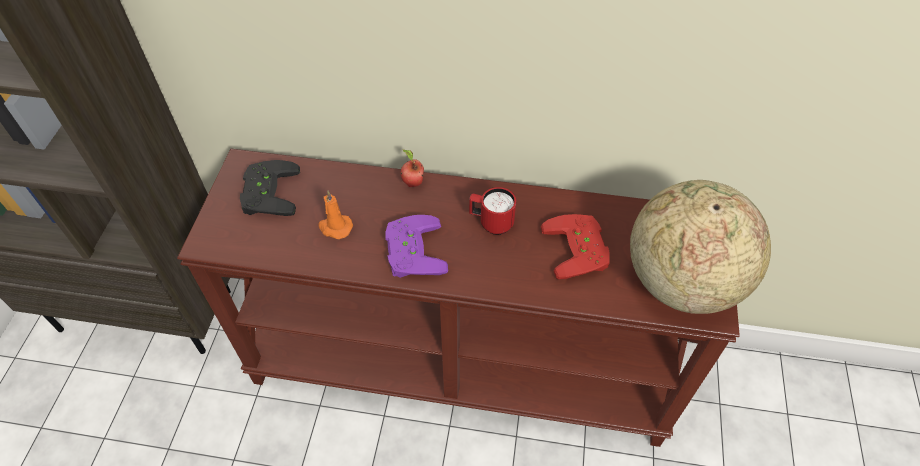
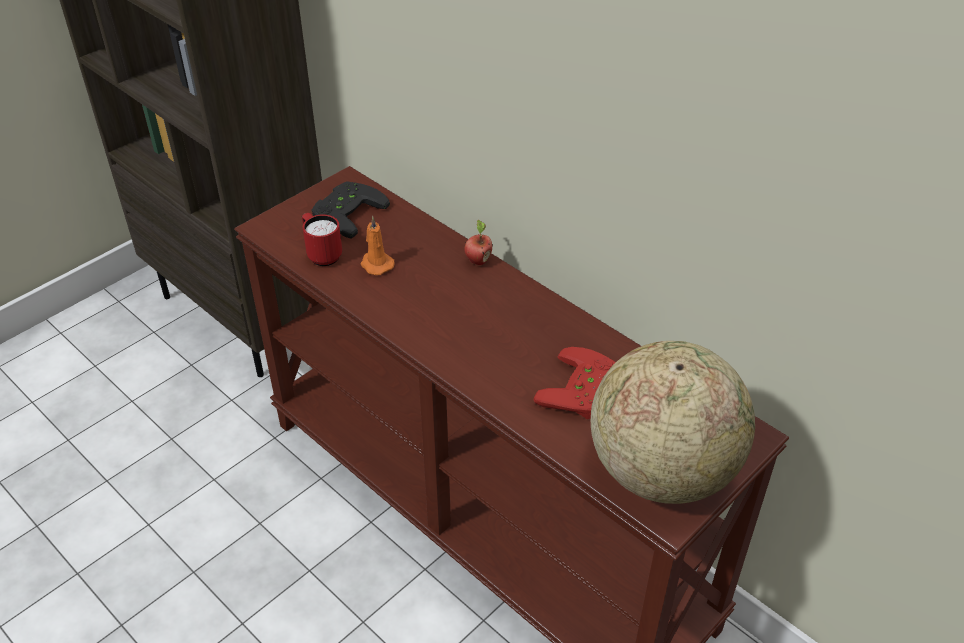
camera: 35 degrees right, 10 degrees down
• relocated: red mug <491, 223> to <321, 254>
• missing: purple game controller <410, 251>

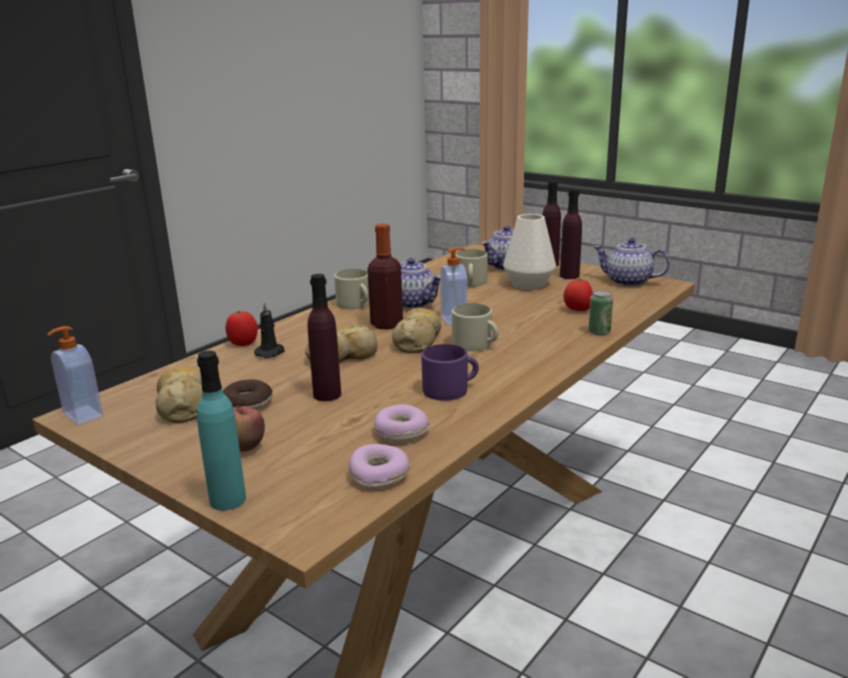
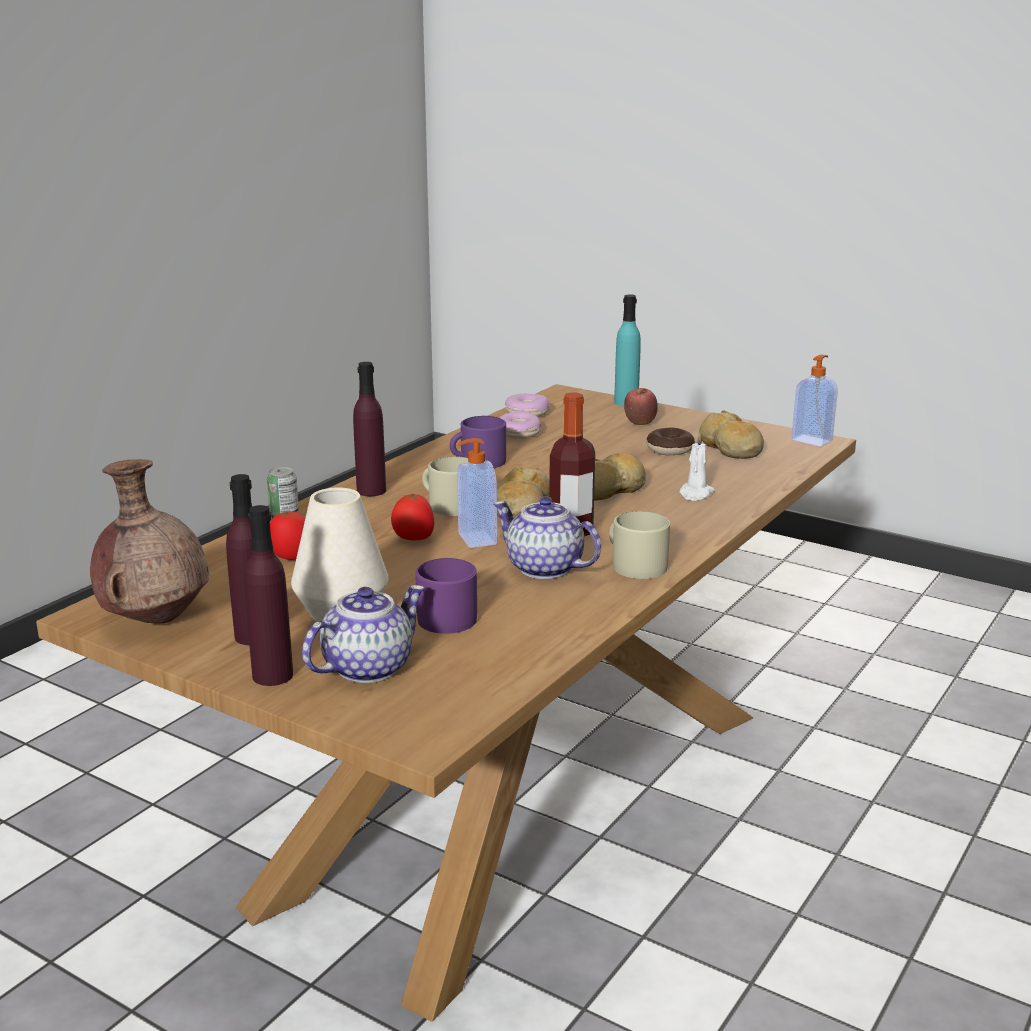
camera: 175 degrees right, 0 degrees up
• exchanged: teapot <627, 281> to brown vase <156, 620>
• colour: beige mug <471, 283> to purple mug <447, 615>
• relocated: purple bottle <327, 395> to <371, 490>
• colour: black candle <271, 352> to white candle <695, 494>
• relocated: tomato <243, 344> to <413, 539>

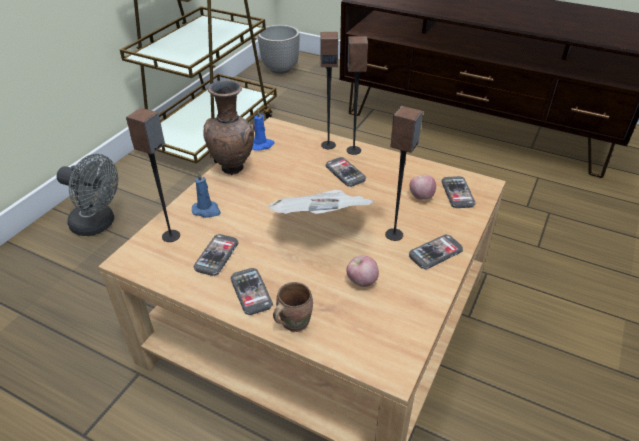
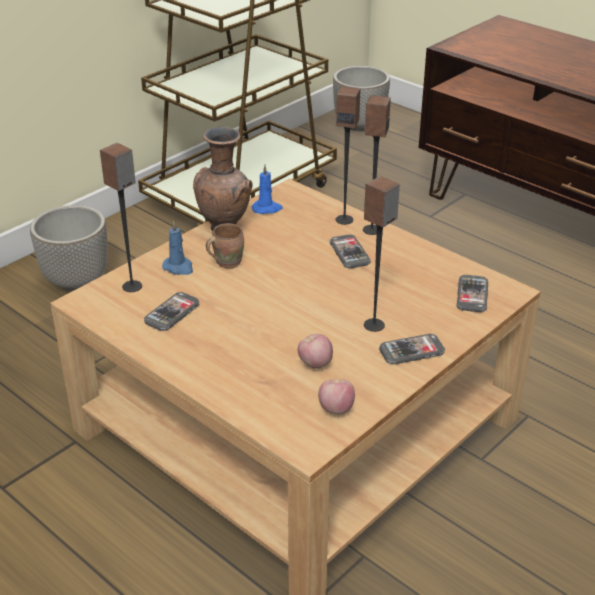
camera: 15 degrees right, 5 degrees down
• exchanged: grey fan <99, 224> to planter <77, 280>
• relocated: apple <421, 196> to <336, 409>
• missing: newspaper <322, 223>
• missing: phone <251, 292>
• relocated: brown mug <292, 321> to <226, 261>

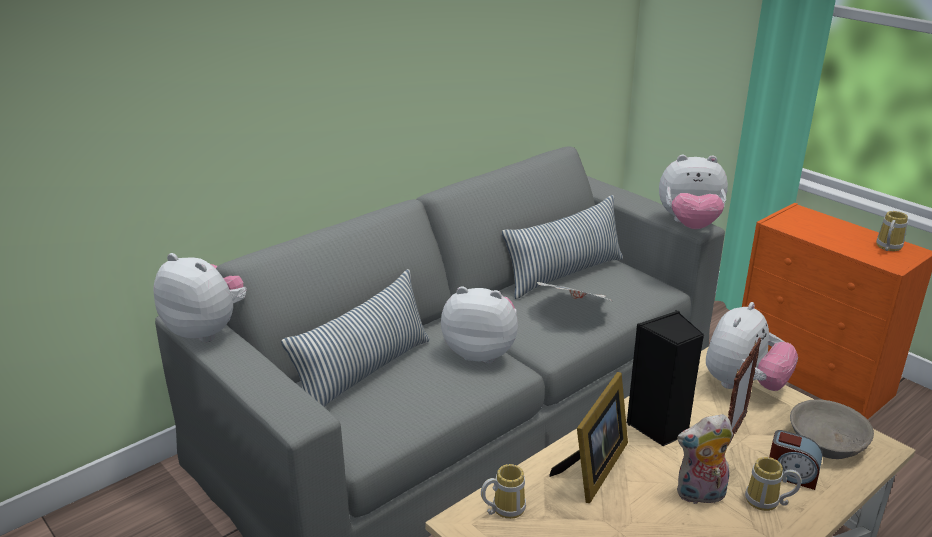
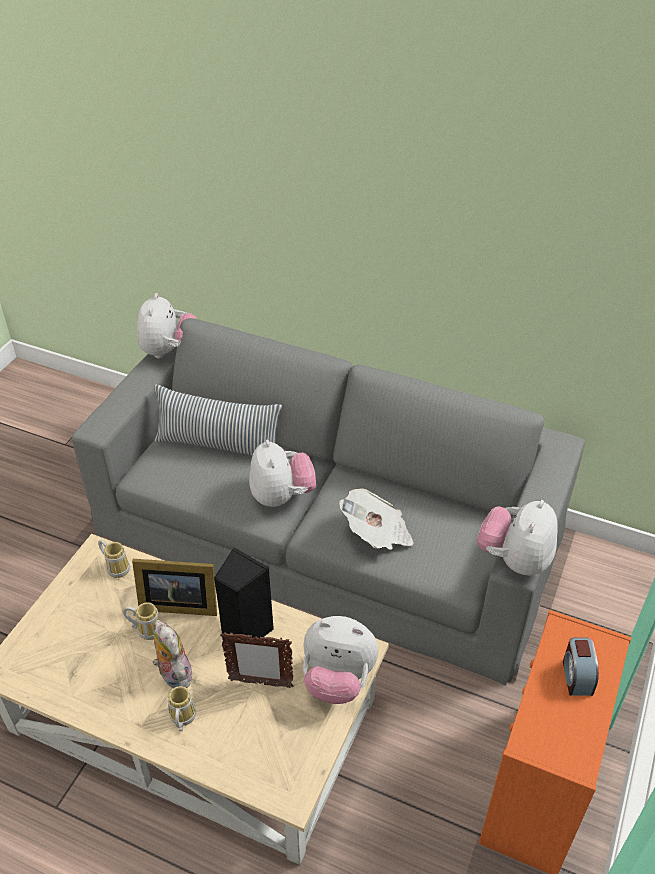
camera: 65 degrees right, 15 degrees up
• spun: plush toy <689, 225> = <514, 559> 45 degrees clockwise
• missing: pillow <564, 274>
• relocated: mug <886, 247> to <147, 628>
• missing: grey bowl <826, 442>
• relocated: alarm clock <791, 475> to <576, 676>

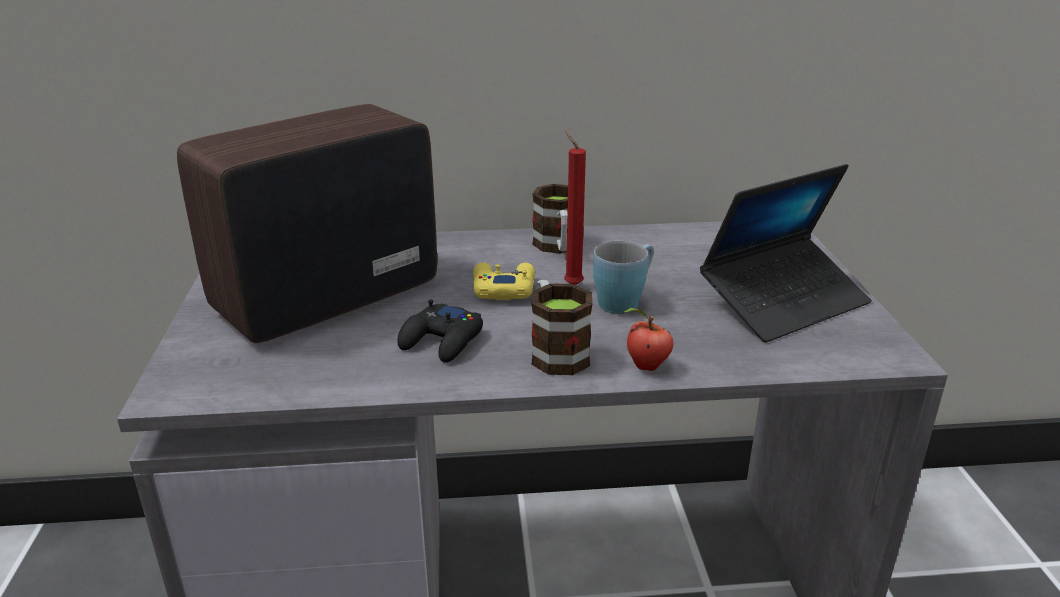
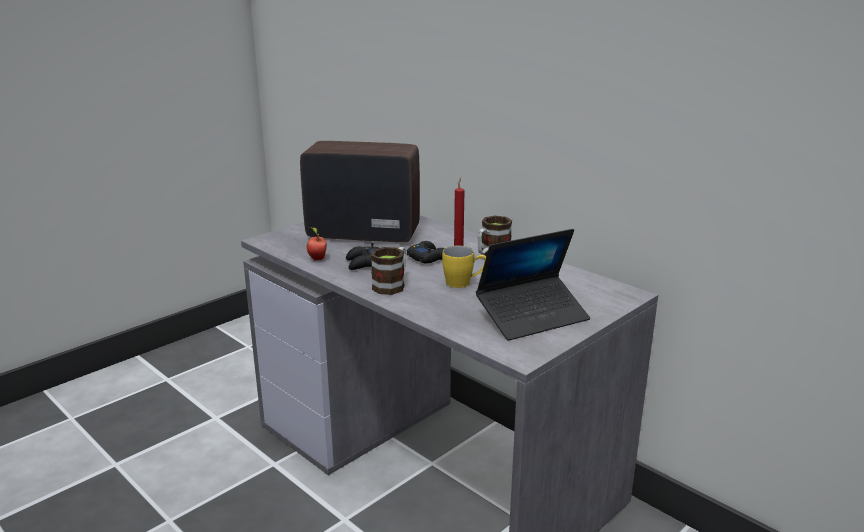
camera: 50 degrees right, 5 degrees down
• spun: laptop <784, 302> = <532, 316> 45 degrees counterclockwise
• colour: blue mug <625, 300> to yellow mug <464, 283>
• colour: yellow game controller <503, 289> to black game controller <428, 258>
• relocated: apple <645, 366> to <317, 258>

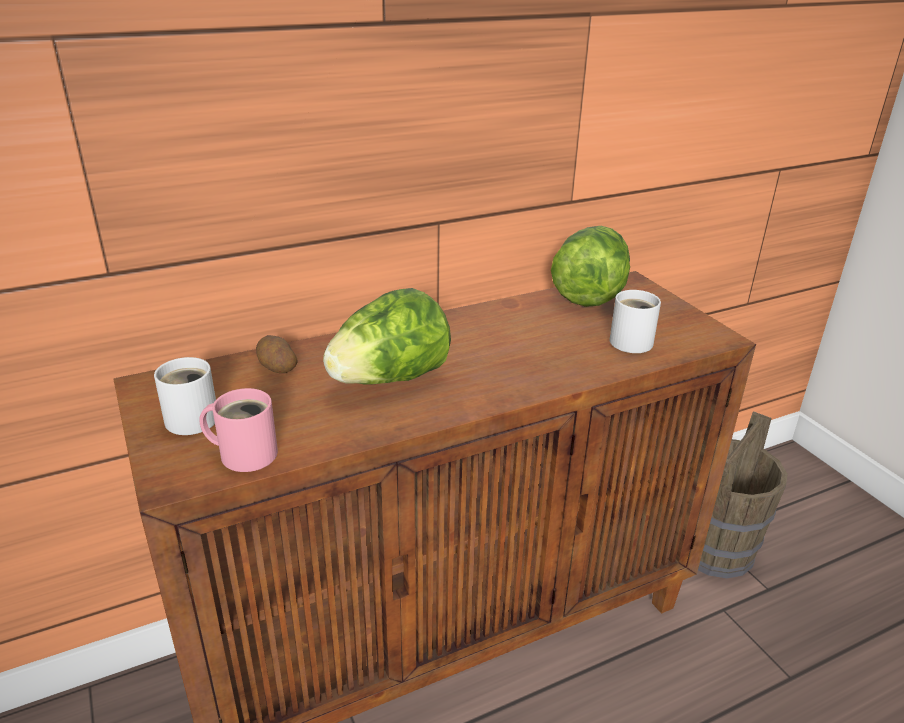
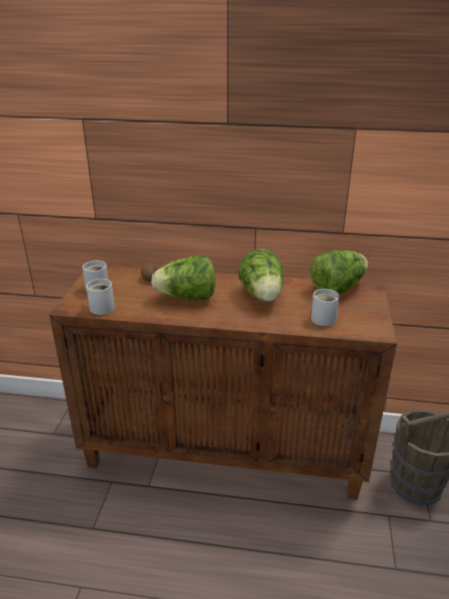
camera: 35 degrees right, 0 degrees up
• colour: pink mug <245, 452> to white mug <101, 307>
• appeared: lettuce <262, 296>

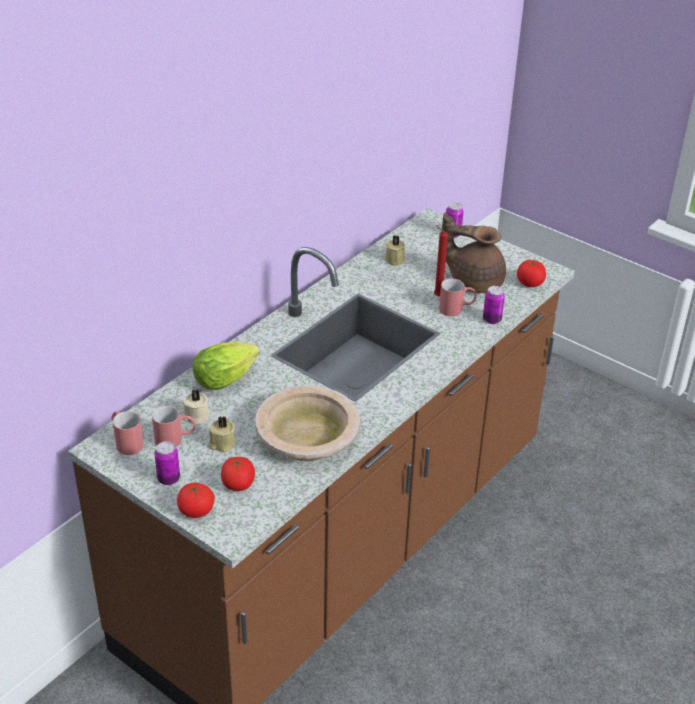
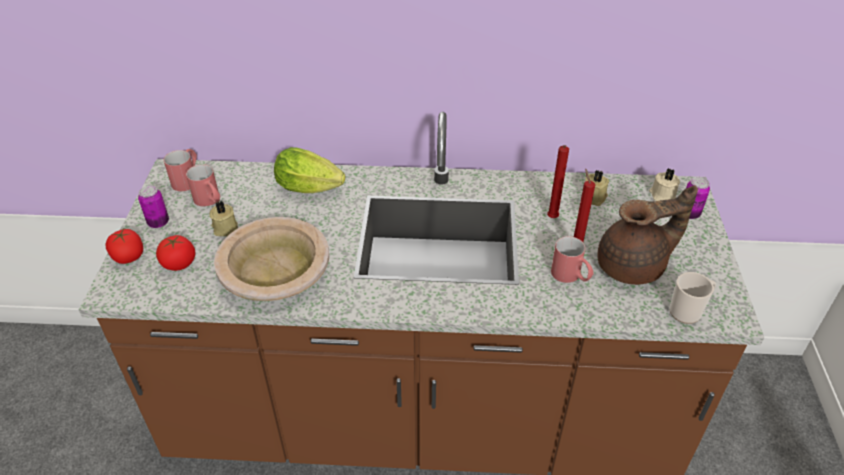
camera: 55 degrees right, 5 degrees up
• spun: brown teapot <474, 281> = <633, 266> 90 degrees clockwise
• exchanged: tomato <530, 283> to mug <688, 311>
• missing: can <492, 319>
• relocated: beige candle <195, 416> to <662, 195>
• appeared: red candle <551, 219>

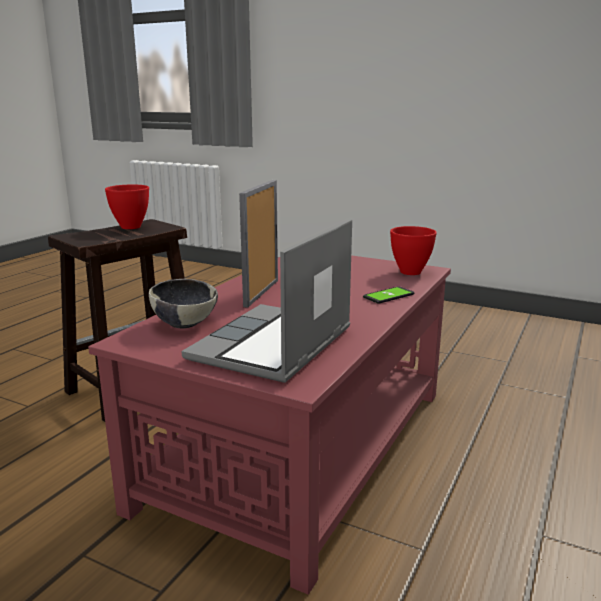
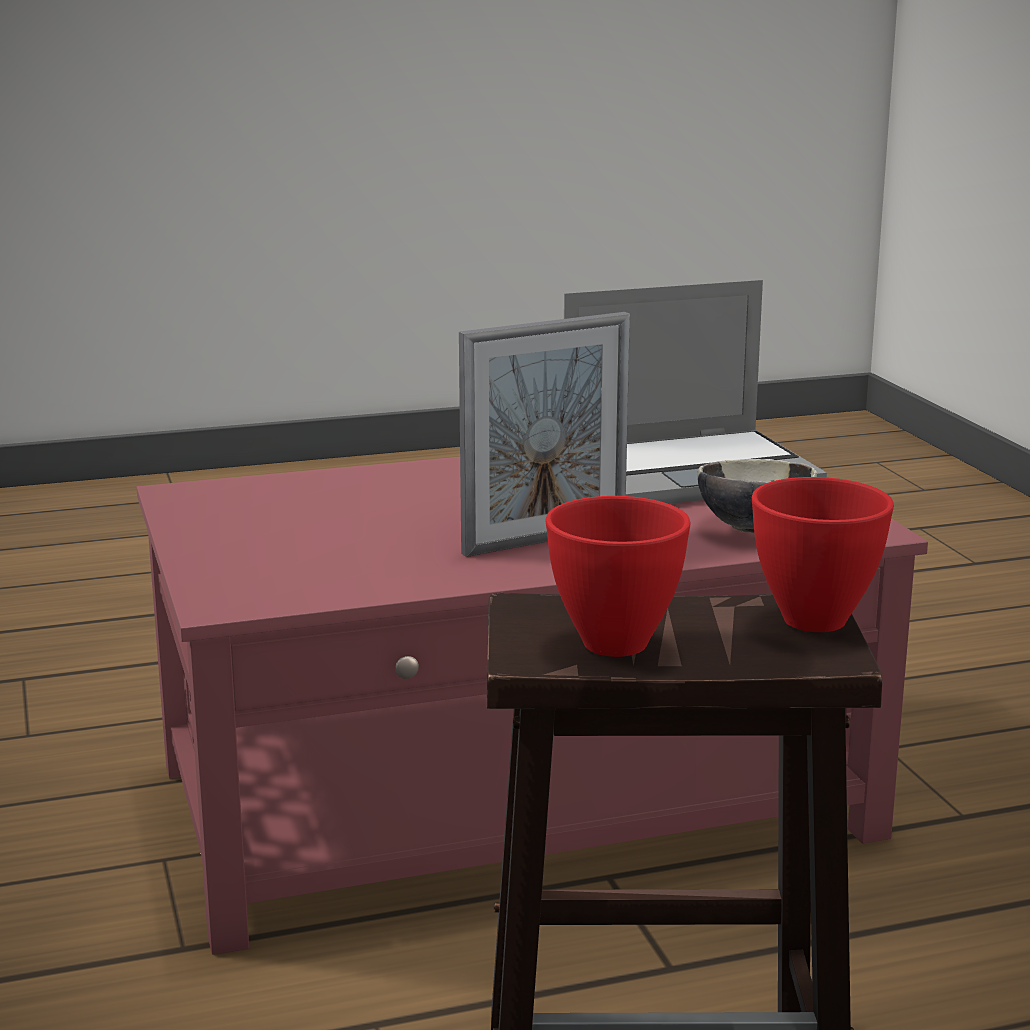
camera: 135 degrees left, 0 degrees up
• relocated: red bowl <409, 272> to <814, 621>
• missing: phone <388, 296>

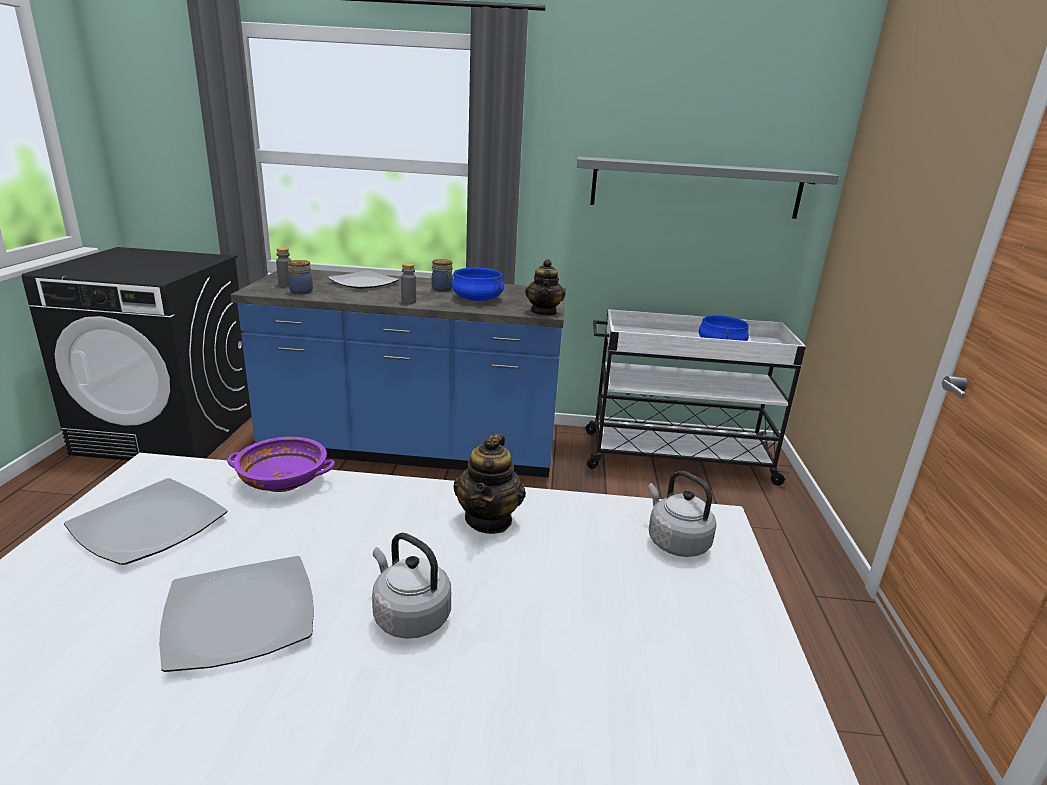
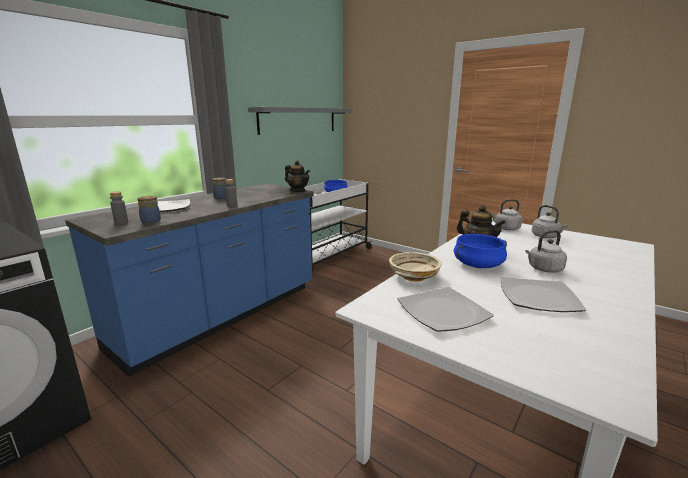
camera: 55 degrees left, 5 degrees down
• relocated: blue cooking pot <477, 299> to <478, 265>
• colour: purple bowl <284, 481> to beige bowl <414, 276>
• appeared: grey kettle <546, 237>

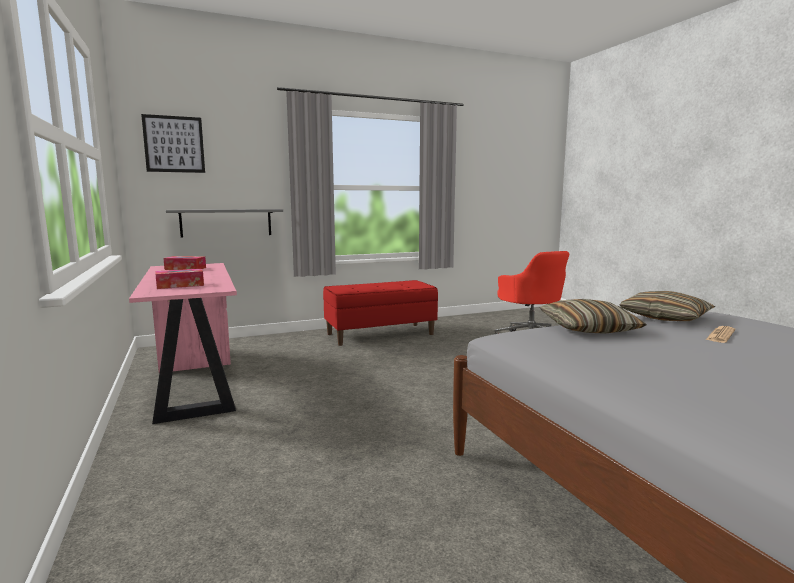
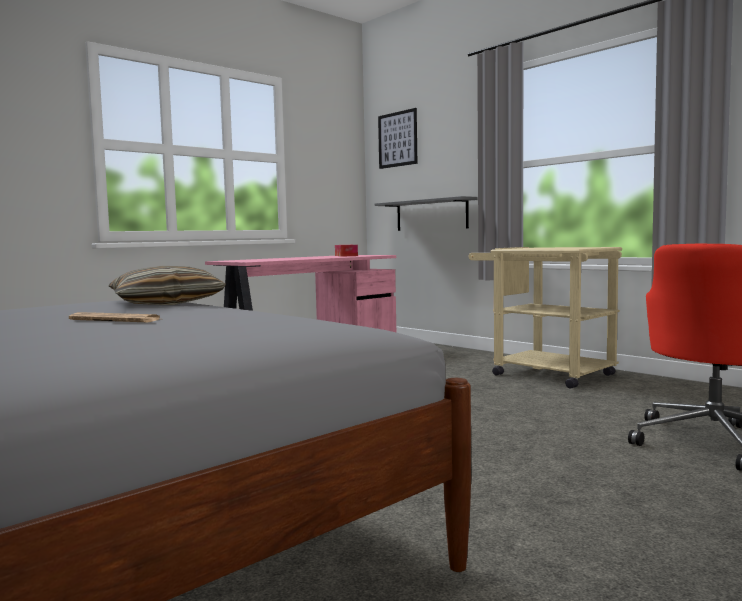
camera: 70 degrees right, 5 degrees down
• missing: tissue box <180, 285>
• exchanged: red bench <380, 334> to beige cart <543, 373>
• missing: pillow <665, 317>

